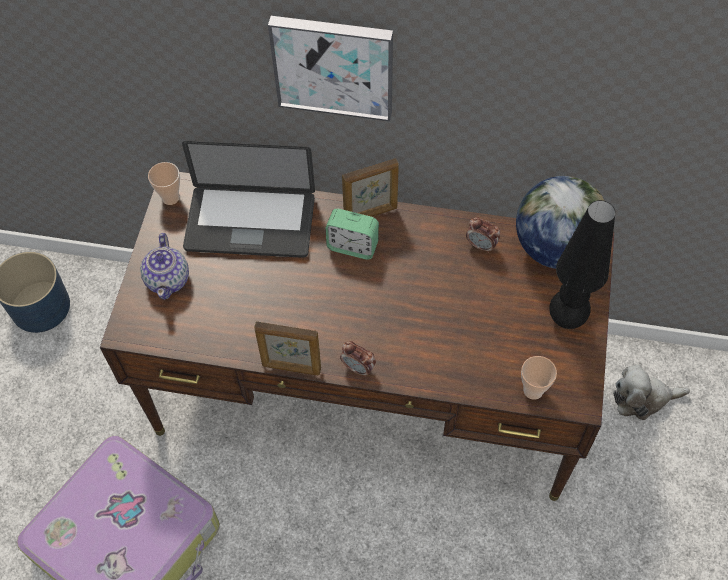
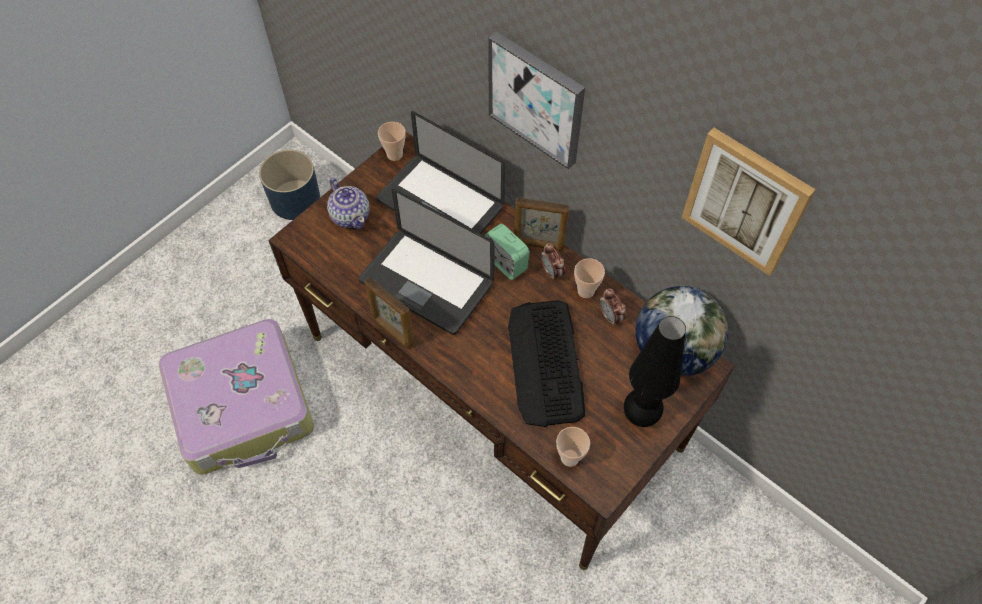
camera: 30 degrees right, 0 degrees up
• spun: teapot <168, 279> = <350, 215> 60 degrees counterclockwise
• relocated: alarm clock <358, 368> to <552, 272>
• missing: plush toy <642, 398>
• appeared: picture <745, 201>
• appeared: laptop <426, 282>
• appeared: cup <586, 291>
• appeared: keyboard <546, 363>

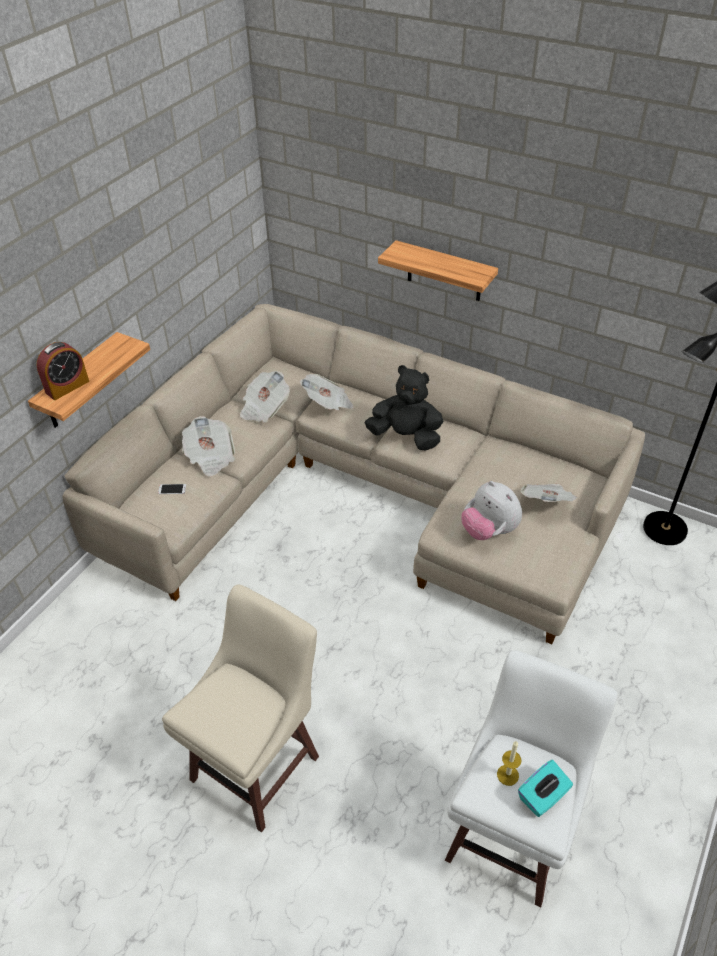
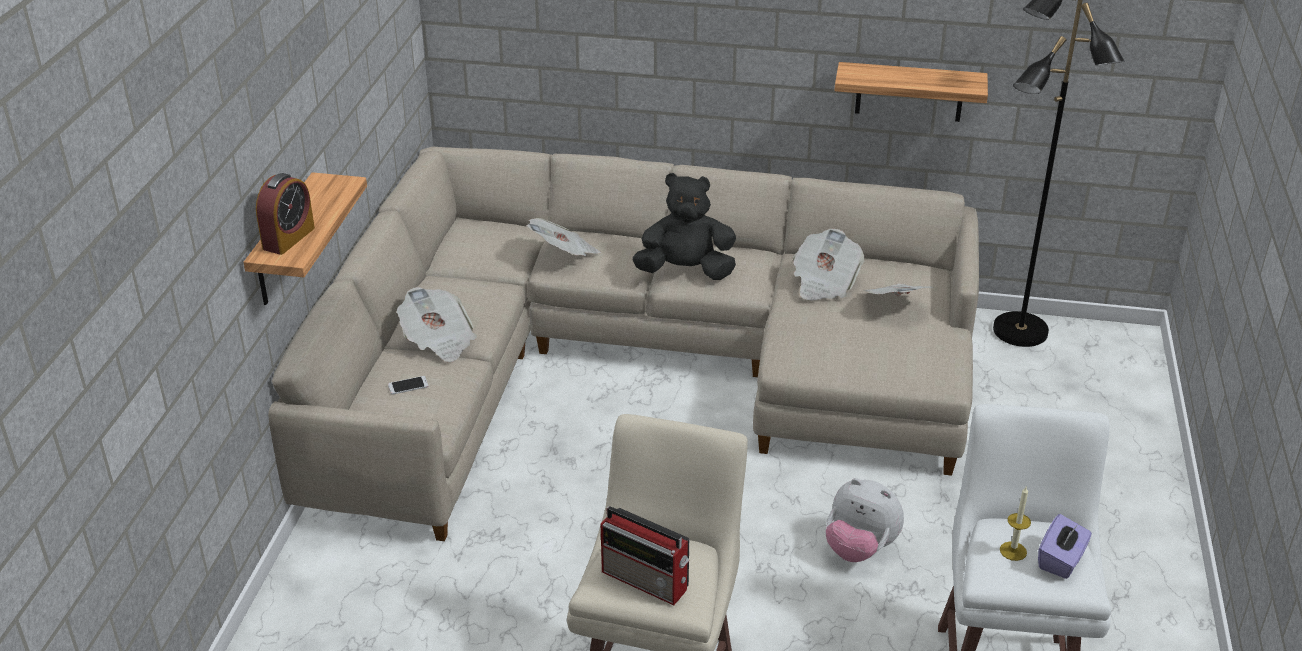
camera: 20 degrees left, 10 degrees down
• relocated: shelf <444, 272> to <909, 92>
• relocated: newspaper <264, 408> to <824, 283>
• relocated: plush toy <489, 531> to <859, 549>
• colour: turquoise tissue box <542, 797> to purple tissue box <1061, 560>
• appeared: radio <646, 581>

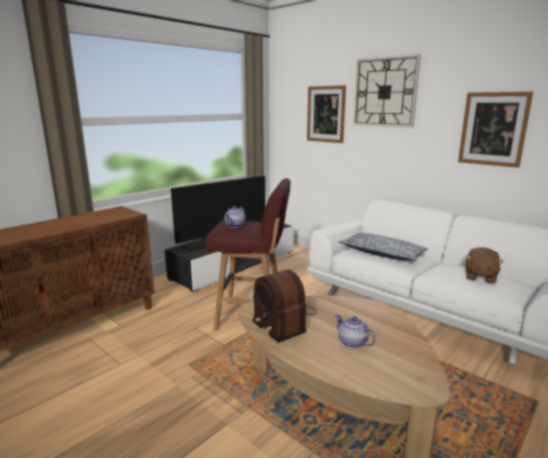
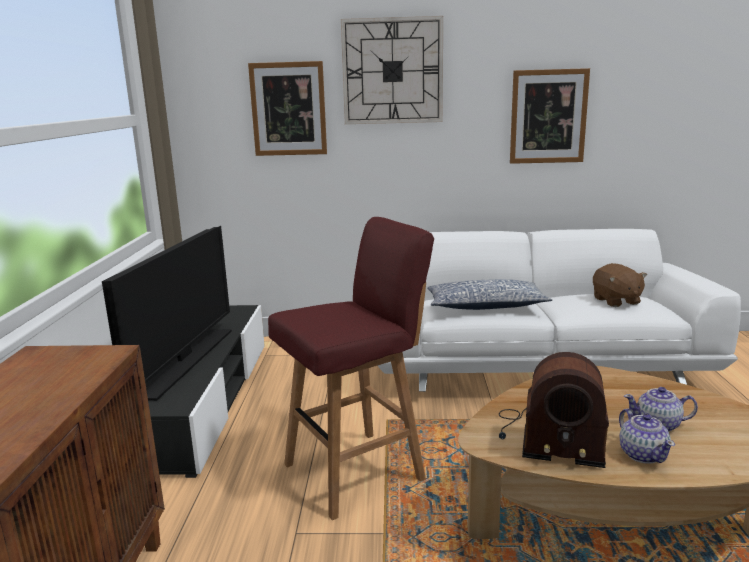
camera: 40 degrees left, 0 degrees up
• relocated: teapot <235, 225> to <642, 454>

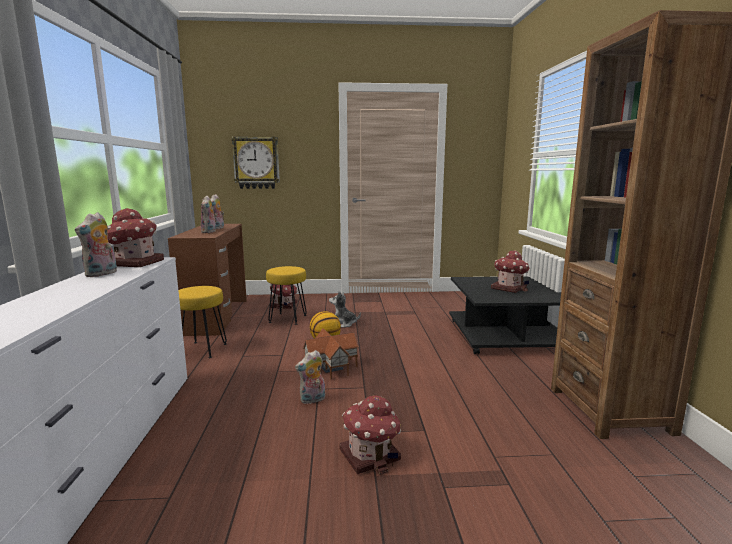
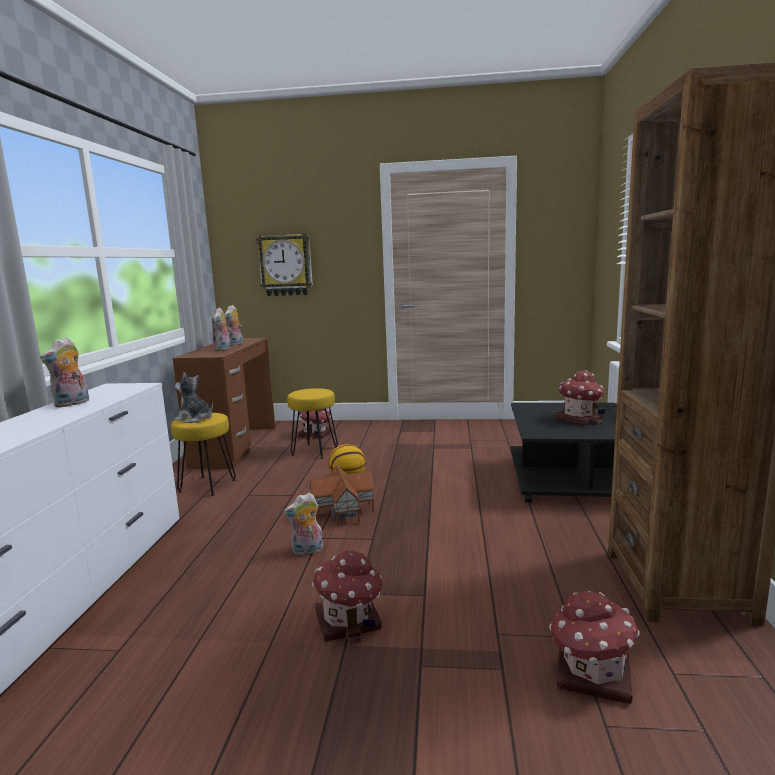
camera: 10 degrees right, 0 degrees up
• relocated: toy house <134, 263> to <591, 674>
• relocated: plush toy <343, 324> to <195, 419>

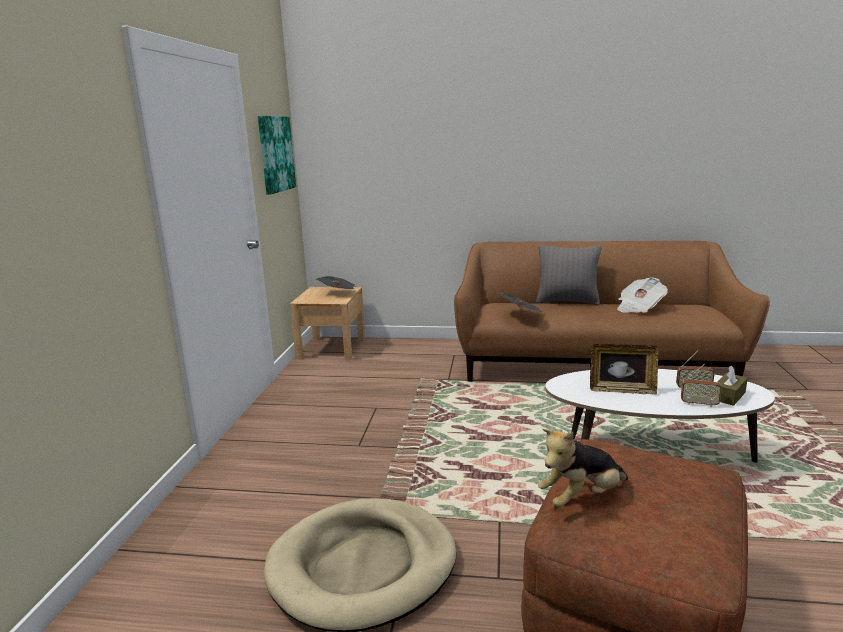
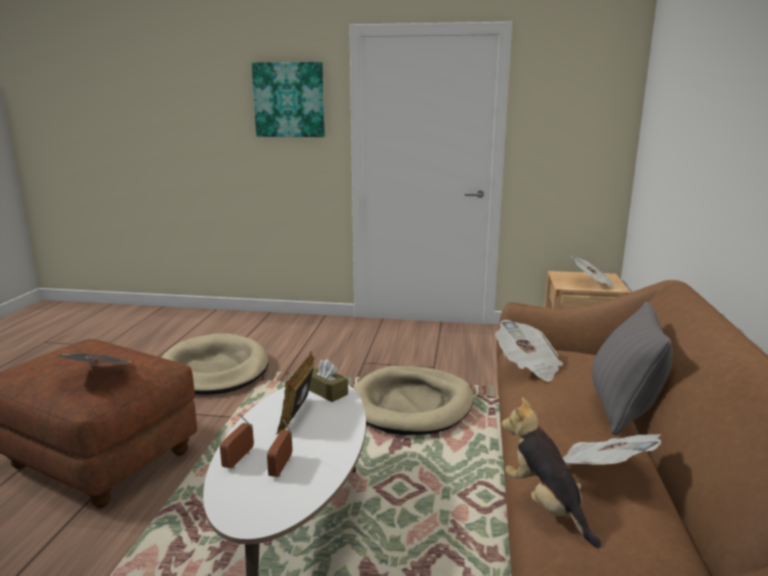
camera: 90 degrees right, 0 degrees up
• relocated: picture <275, 154> to <289, 100>
• relocated: brown tissue box <728, 396> to <326, 391>
• relocated: plush toy <581, 497> to <545, 505>
• appeared: newspaper <99, 377>
• appeared: beige dog bed <411, 405>

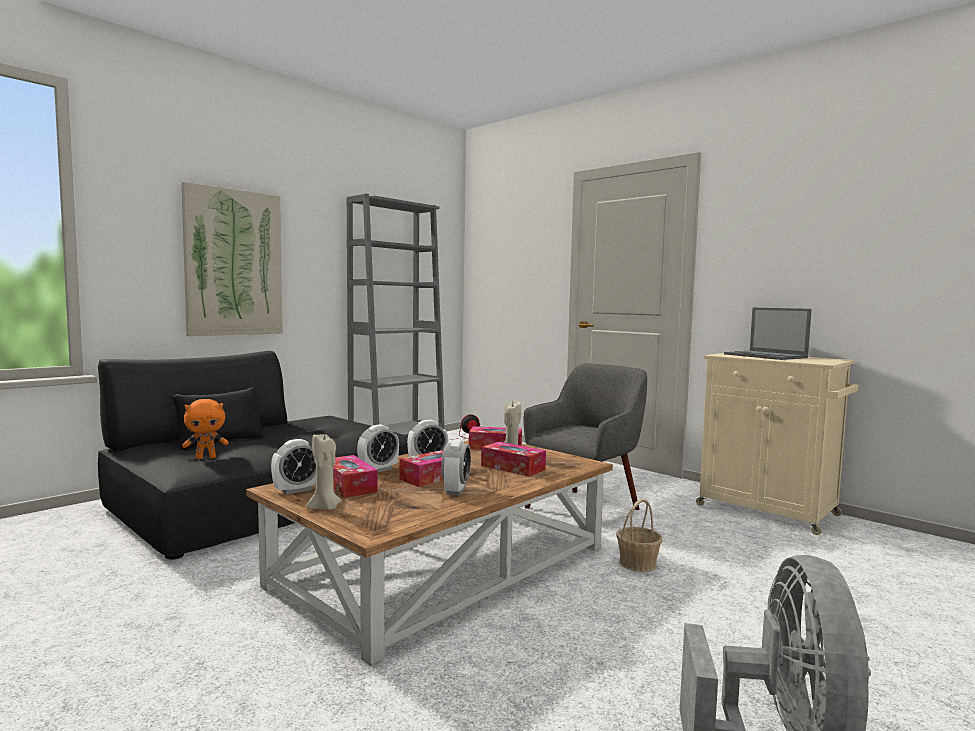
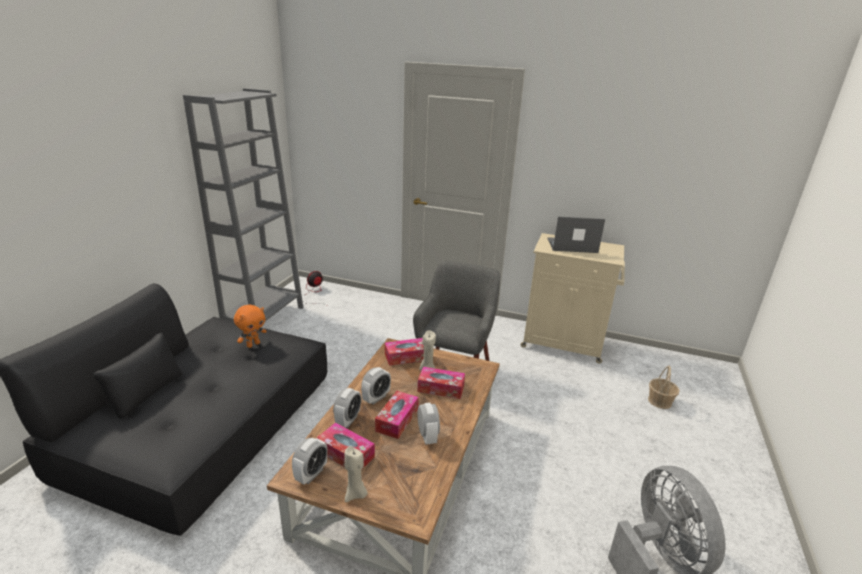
camera: 25 degrees left, 20 degrees up
• missing: picture <233, 263>
• spun: laptop <766, 356> = <571, 245> 150 degrees clockwise
• relocated: orange plush toy <206, 458> to <253, 344>
• relocated: basket <638, 563> to <660, 401>

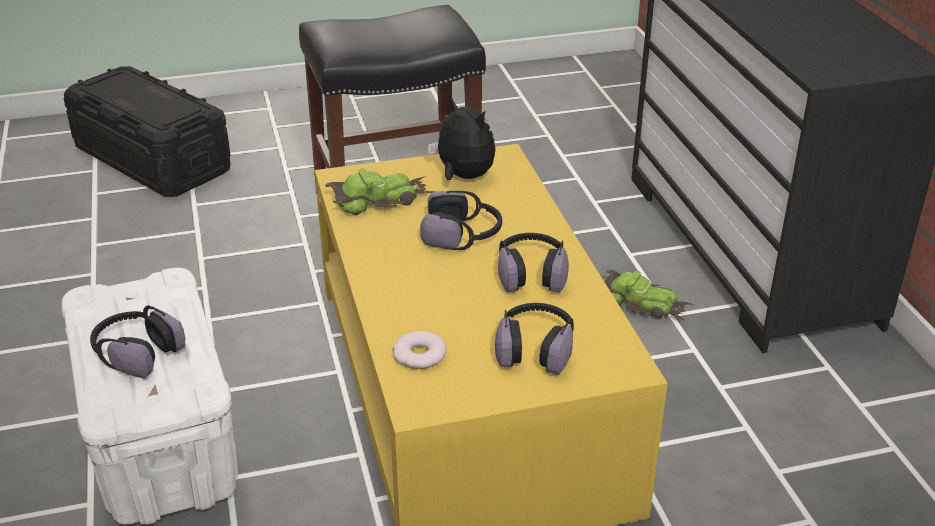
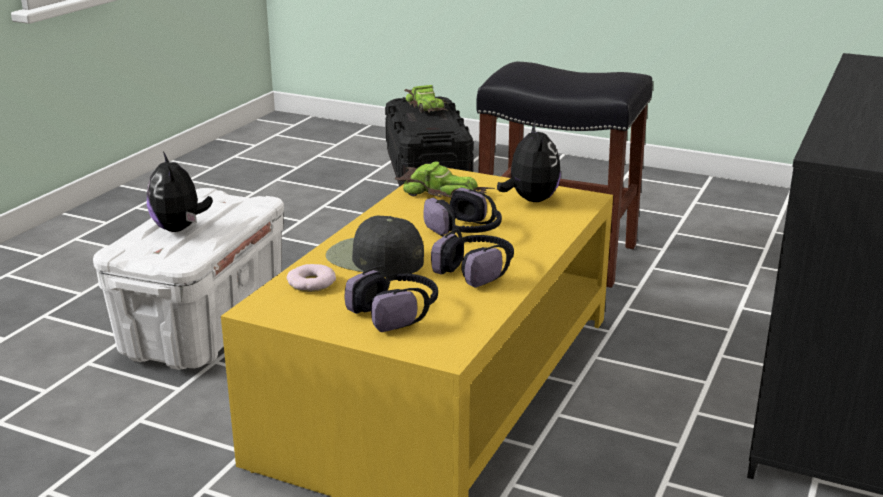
camera: 40 degrees right, 10 degrees down
• relocated: toy car <642, 303> to <427, 107>
• exchanged: headphones <136, 353> to plush toy <180, 229>
• appeared: black cap <374, 258>

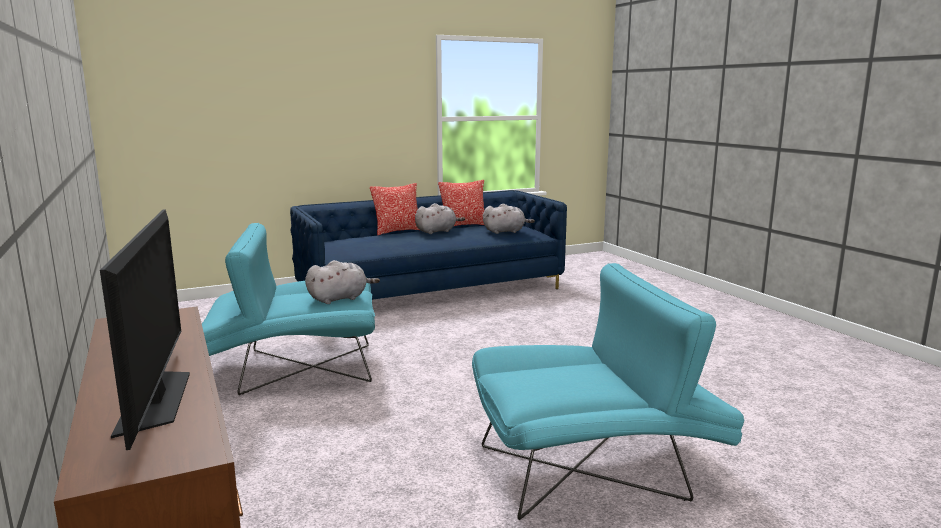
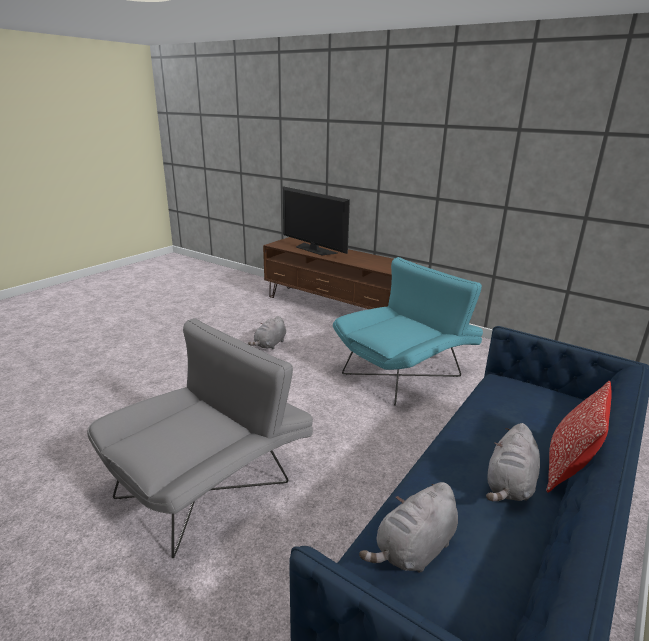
camera: 150 degrees right, 10 degrees up
• missing: pillow <464, 225>
• relocated: grey plush toy <340, 298> to <270, 344>
• missing: turquoise armchair <595, 467>
• appeared: grey armchair <212, 481>

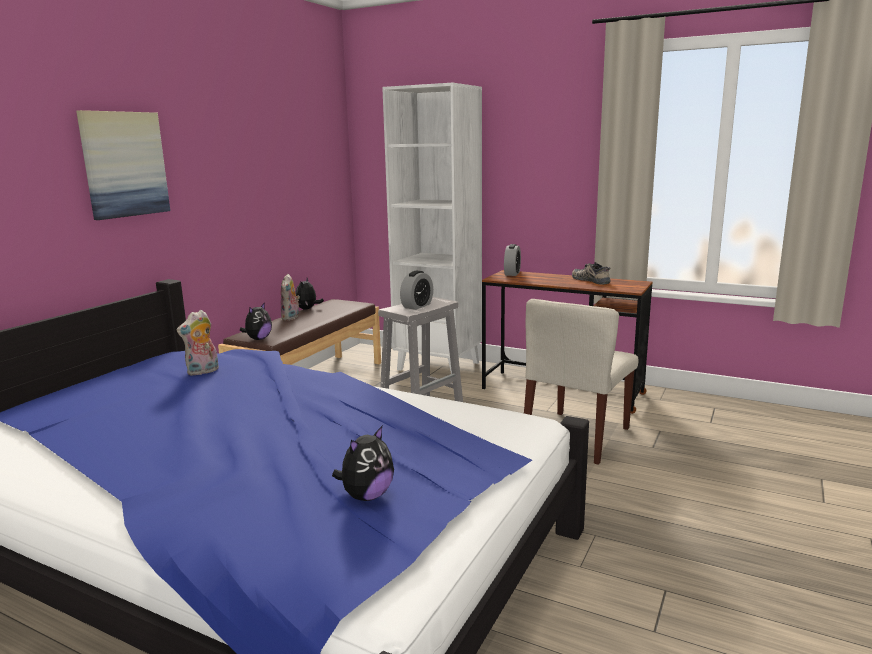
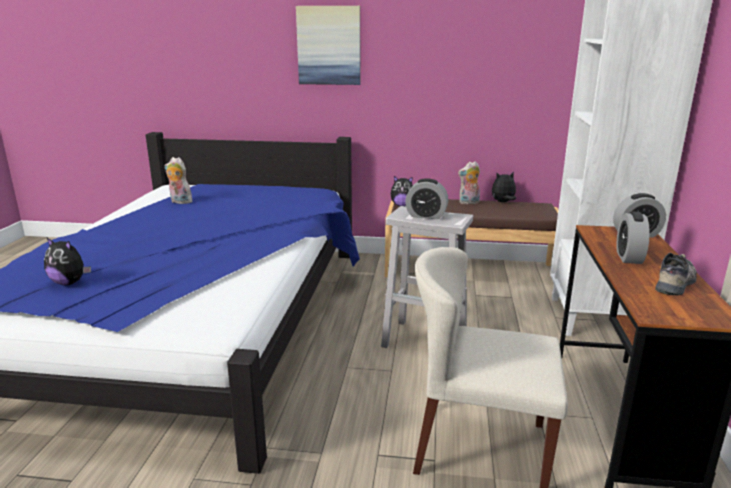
camera: 70 degrees right, 5 degrees up
• relocated: plush toy <203, 372> to <179, 202>
• appeared: alarm clock <629, 257>

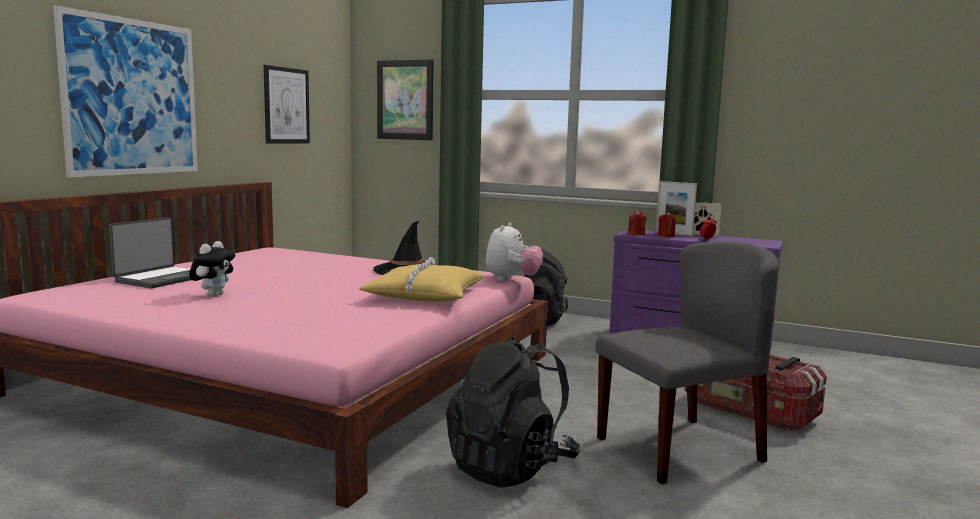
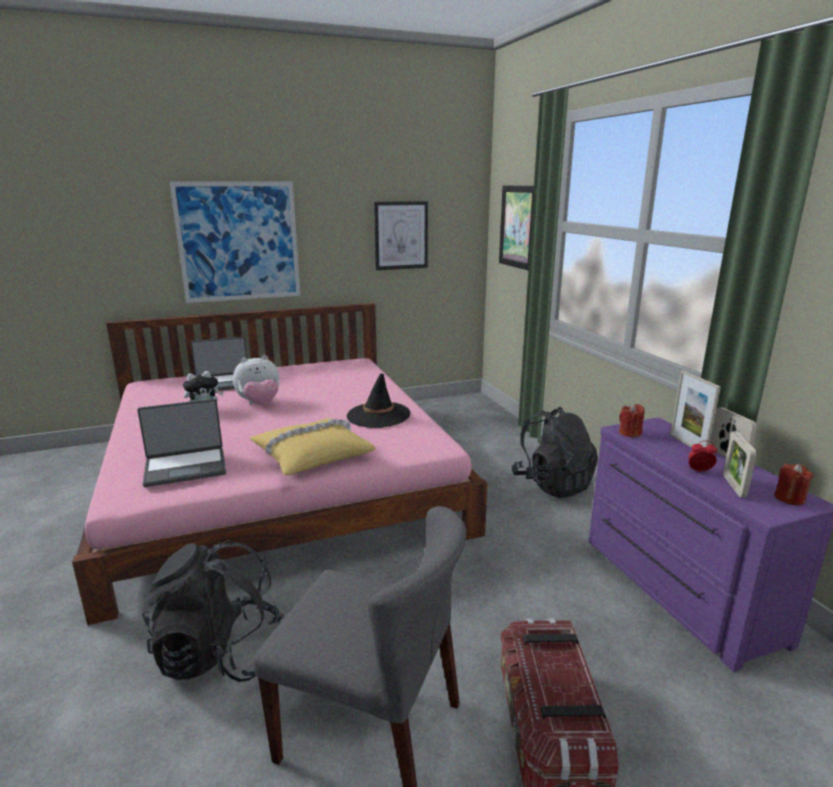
camera: 45 degrees right, 10 degrees up
• relocated: red candle <666, 236> to <789, 498>
• relocated: plush toy <512, 280> to <259, 404>
• appeared: laptop <186, 467>
• appeared: picture frame <734, 486>

